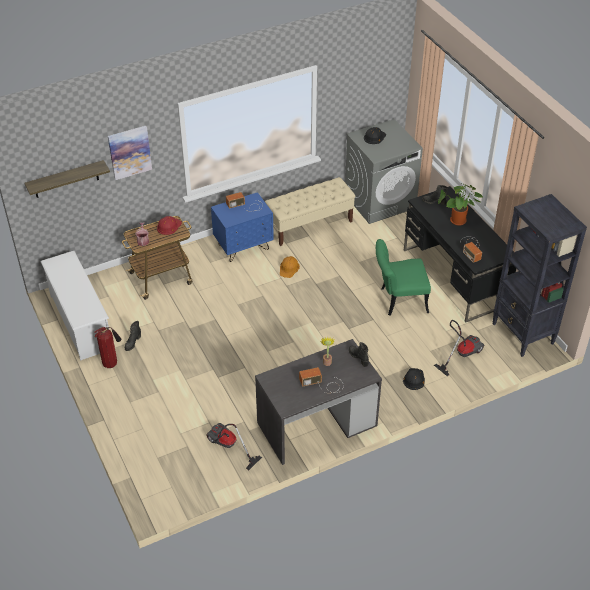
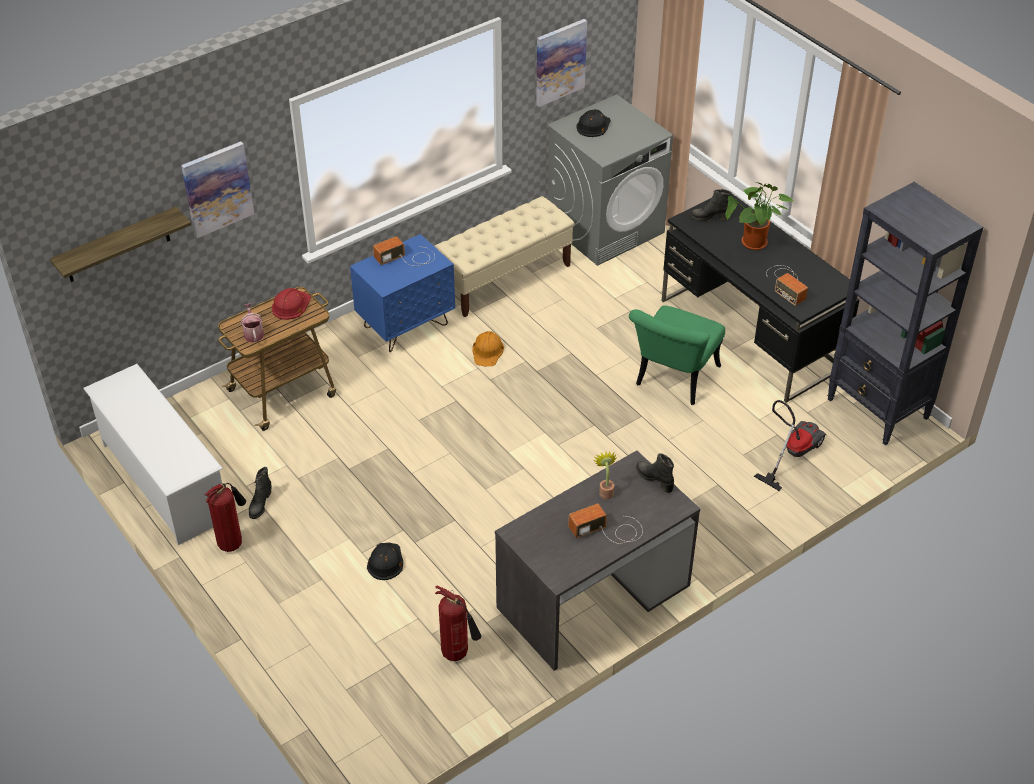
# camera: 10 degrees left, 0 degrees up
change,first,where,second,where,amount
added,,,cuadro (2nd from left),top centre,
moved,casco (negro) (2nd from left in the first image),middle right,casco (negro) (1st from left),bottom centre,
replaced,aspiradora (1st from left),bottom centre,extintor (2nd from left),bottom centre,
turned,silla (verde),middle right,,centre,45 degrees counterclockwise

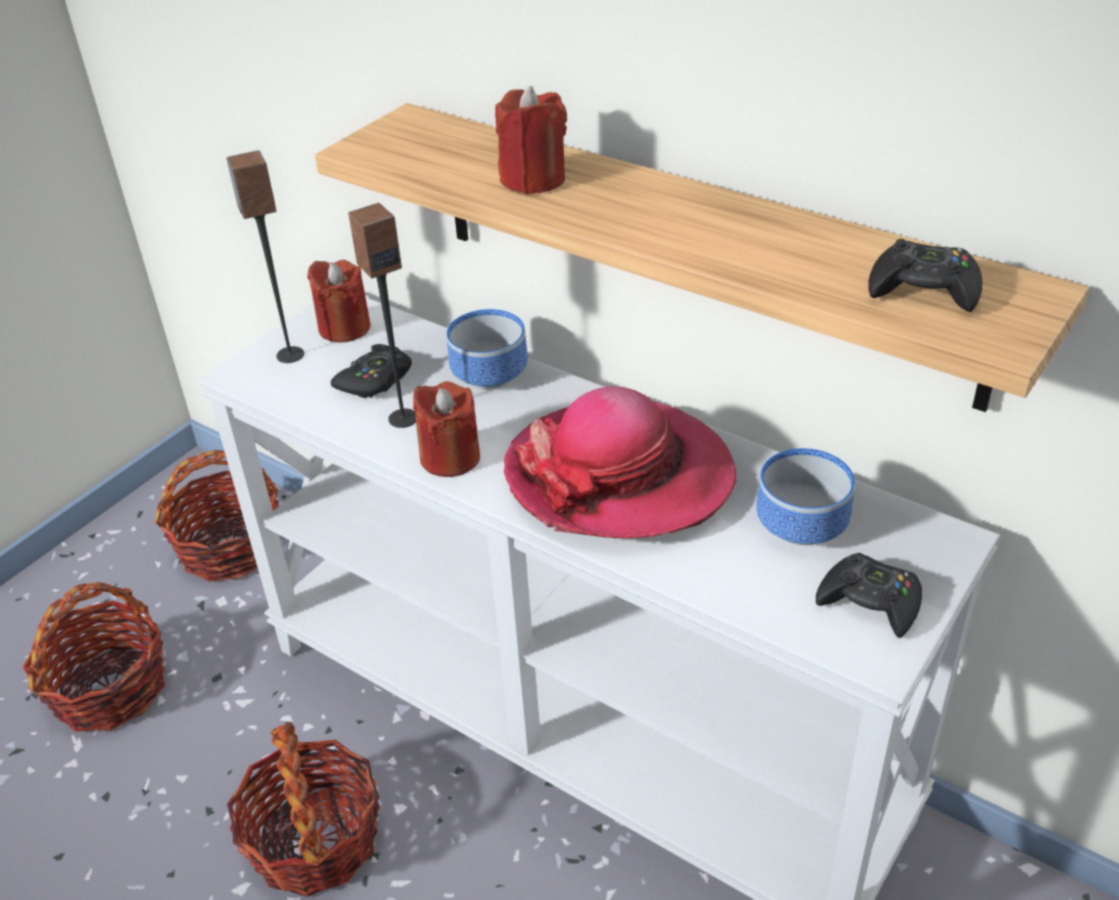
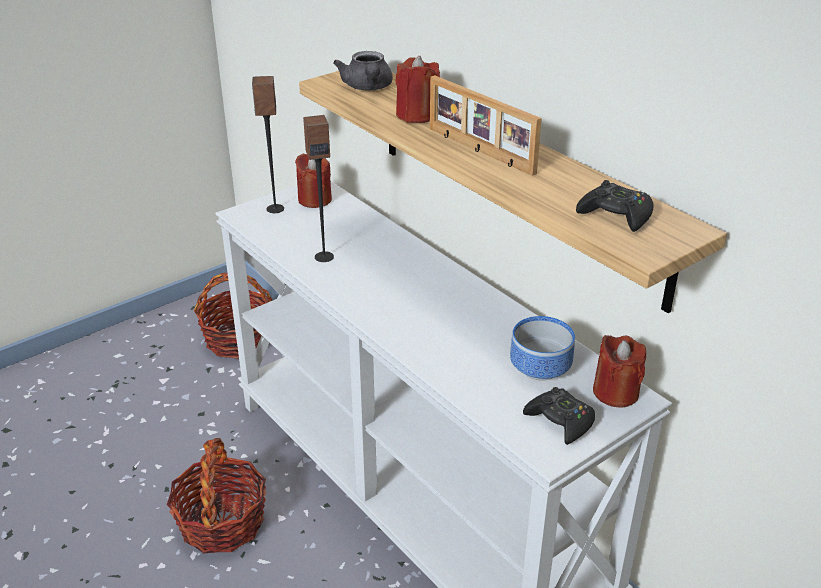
# camera: 15 degrees right, 5 degrees down
change,first,where,second,where,amount
removed,cesta (1st from left),bottom left,,,
removed,mando de consola (negro) (1st from left),middle left,,,
removed,cuenco (1st from left),centre,,,
removed,sombrero,centre,,,
added,,,tetera (gris),top centre,
added,,,portarretratos,top centre,
moved,vela (rojo) (2nd from left in the first image),centre,vela (rojo) (3rd from left),middle right,

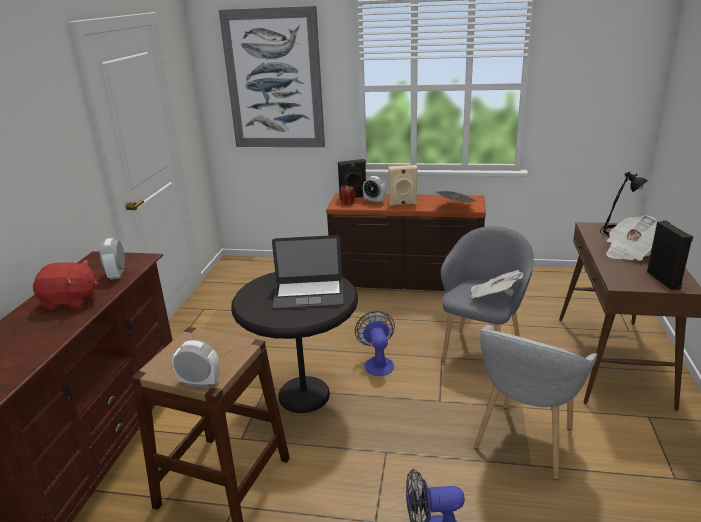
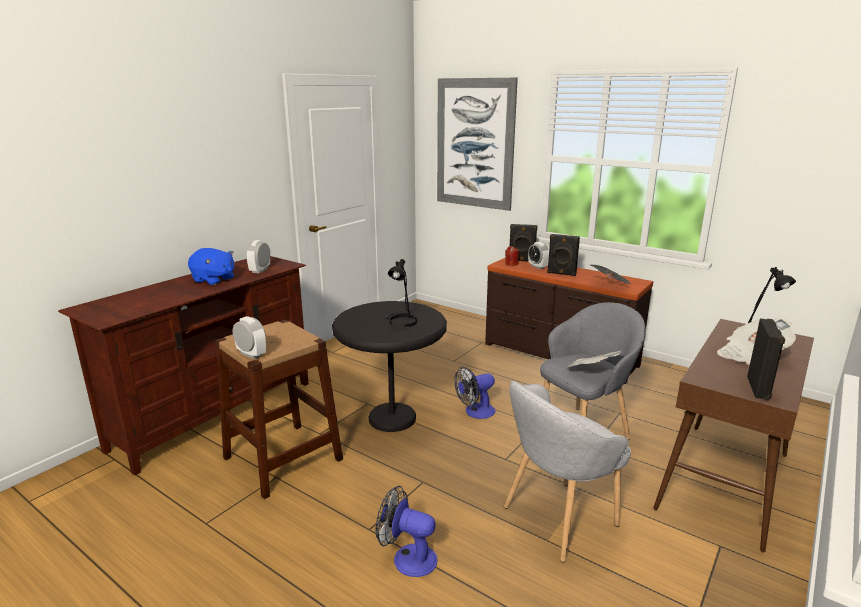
# camera: 25 degrees right, 5 degrees down
change,first,where,second,where,amount
replaced,portátil,centre,lámpara de mesa (negro) (1st from left),centre,
recoloured,peluche (rojo),middle left,peluche (azul),middle left,
recoloured,altavoz (beis),centre,altavoz (negro) (2nd from left),centre,
turned,ventilador (1st from left in the first image),centre,ventilador (2nd from left),centre,135 degrees counterclockwise

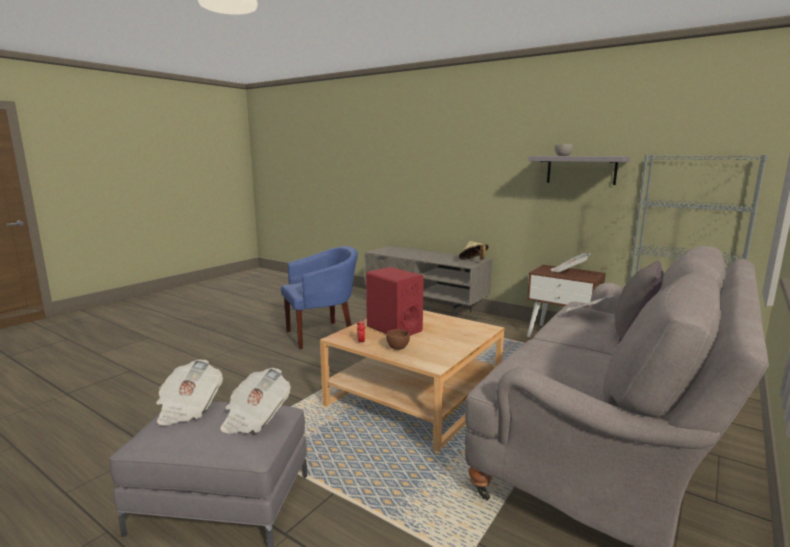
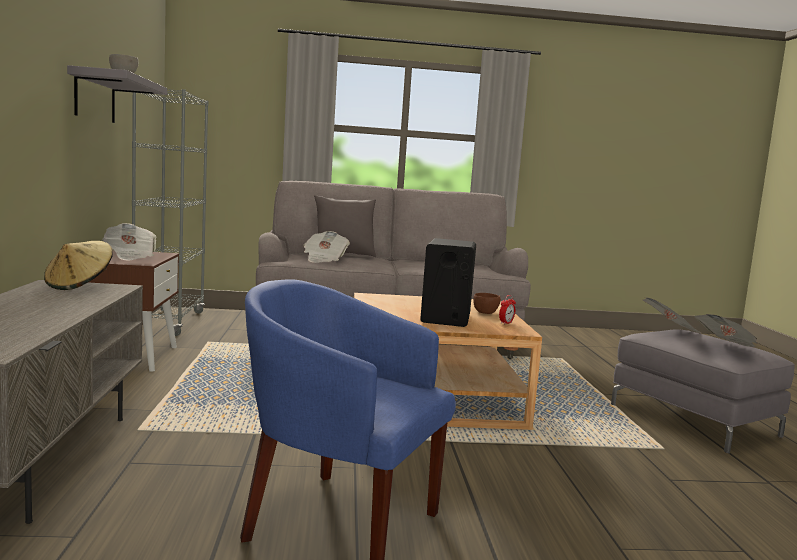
# camera: 130 degrees left, 5 degrees down
change,first,where,second,where,amount
recoloured,altavoz (rojo),centre,altavoz (negro),centre,

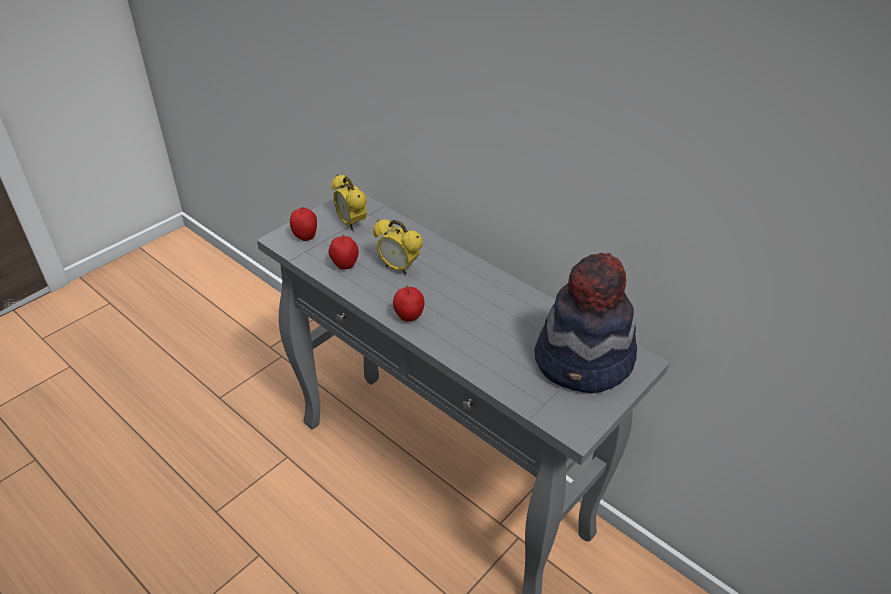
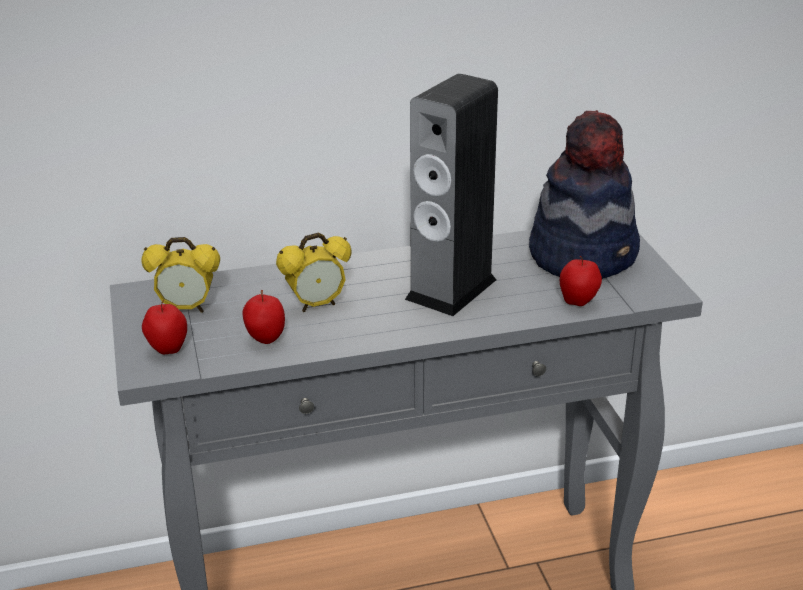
# camera: 55 degrees left, 10 degrees down
change,first,where,second,where,amount
added,,,altavoz,top centre,
moved,manzana (3rd from left),centre,,middle right,

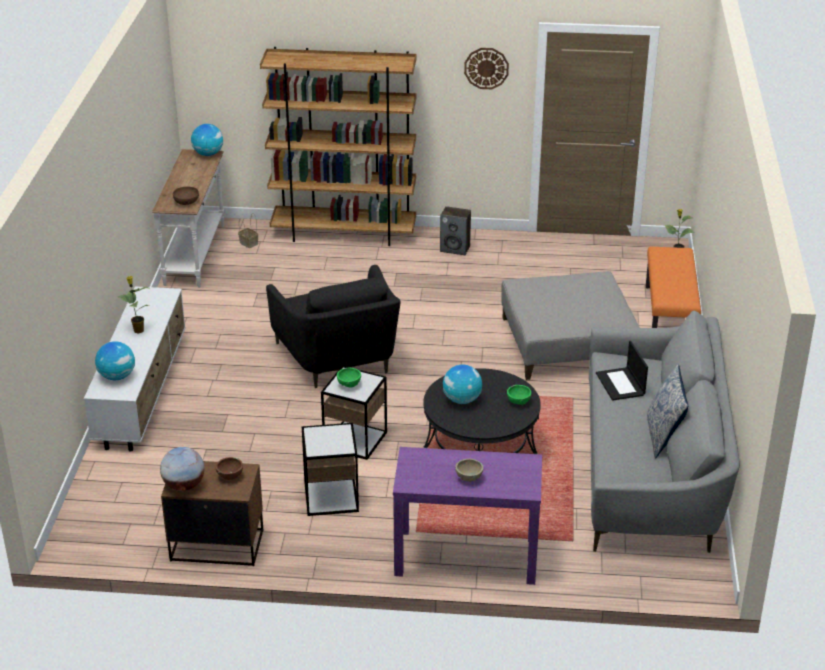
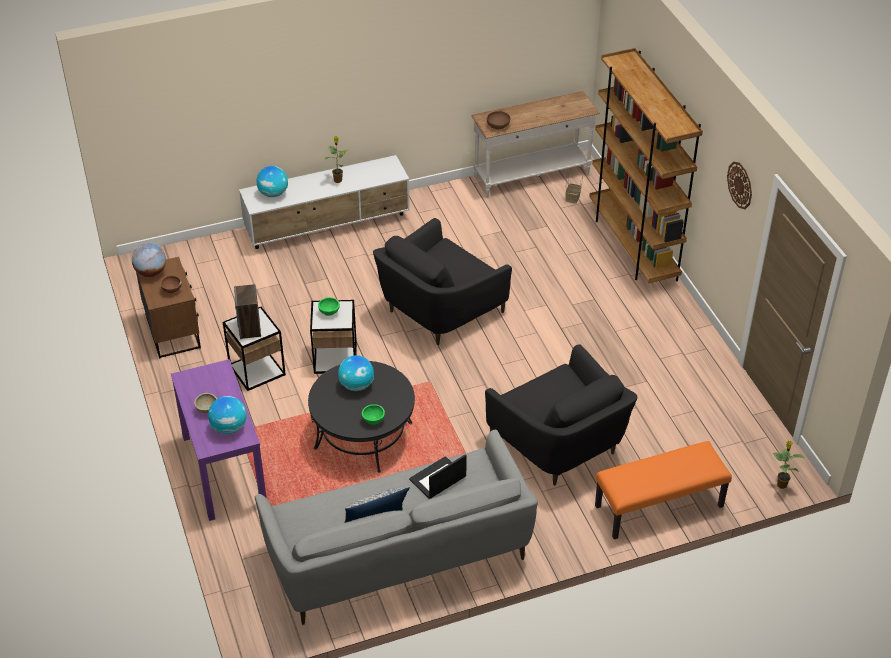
# camera: 65 degrees right, 10 degrees up
change,first,where,second,where,amount
moved,globo terráqueo (3rd from left in the first image),top left,globo terráqueo (2nd from left),middle left,
moved,altavoz,centre,,middle left,
replaced,puf (gris),middle right,sillón (negro) (2nd from left),centre,

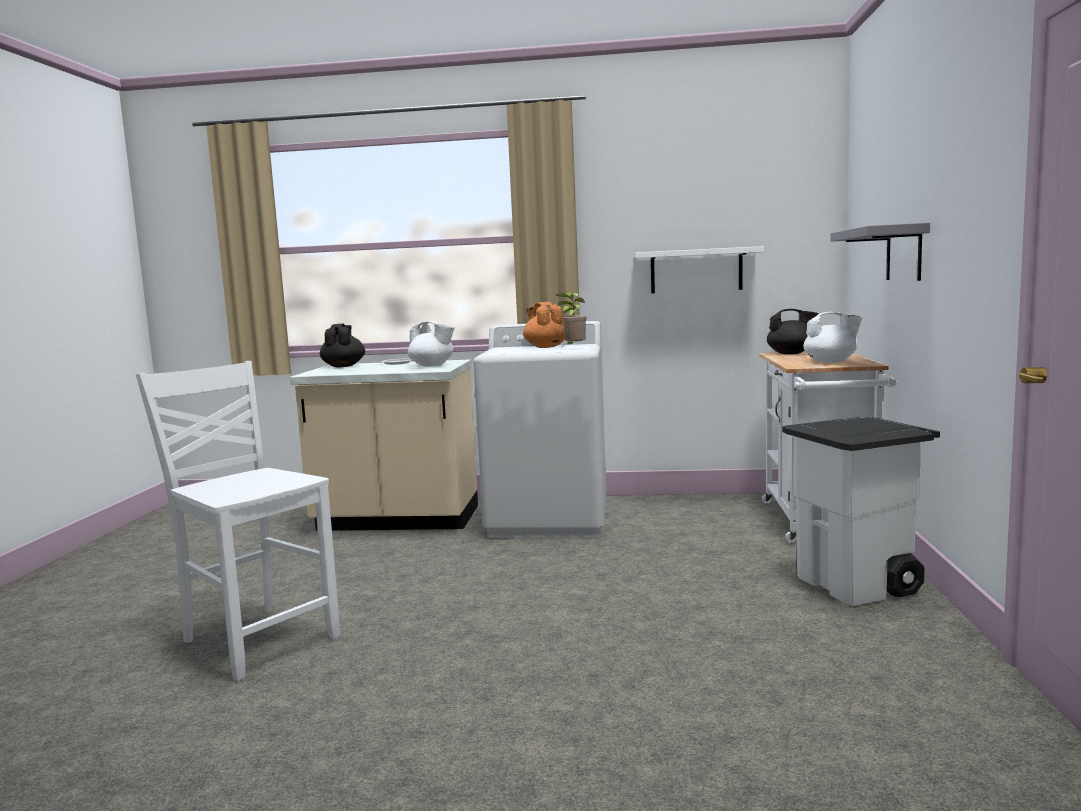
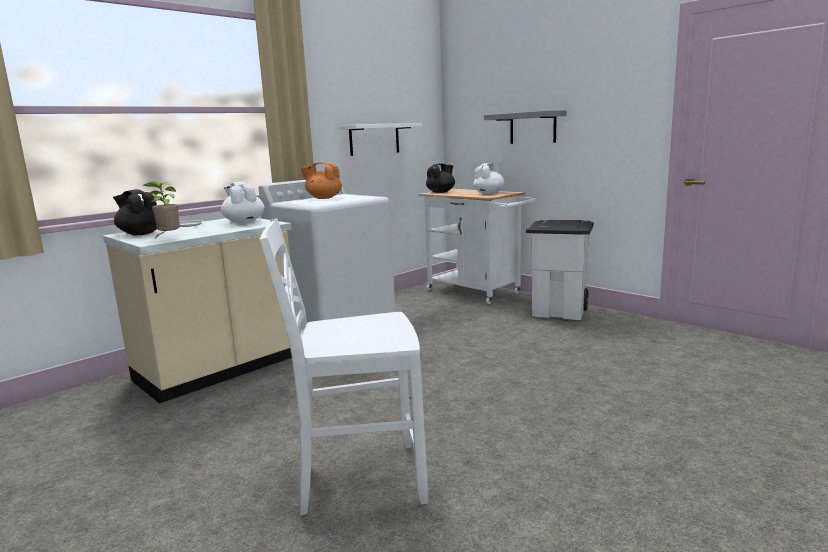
# camera: 50 degrees left, 5 degrees up
change,first,where,second,where,amount
moved,planta en maceta,centre,,middle left,
turned,tetera (blanco) (1st from left),centre,,middle left,105 degrees counterclockwise

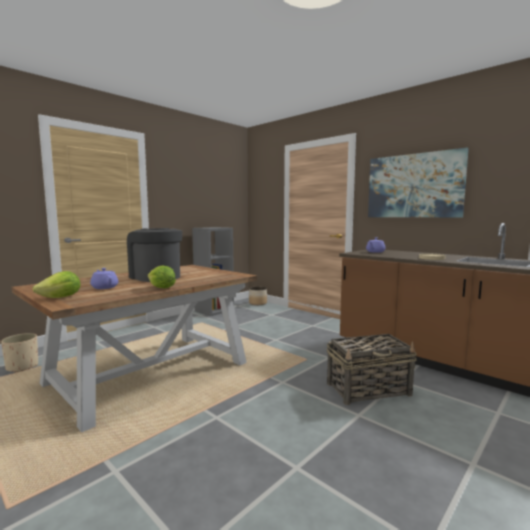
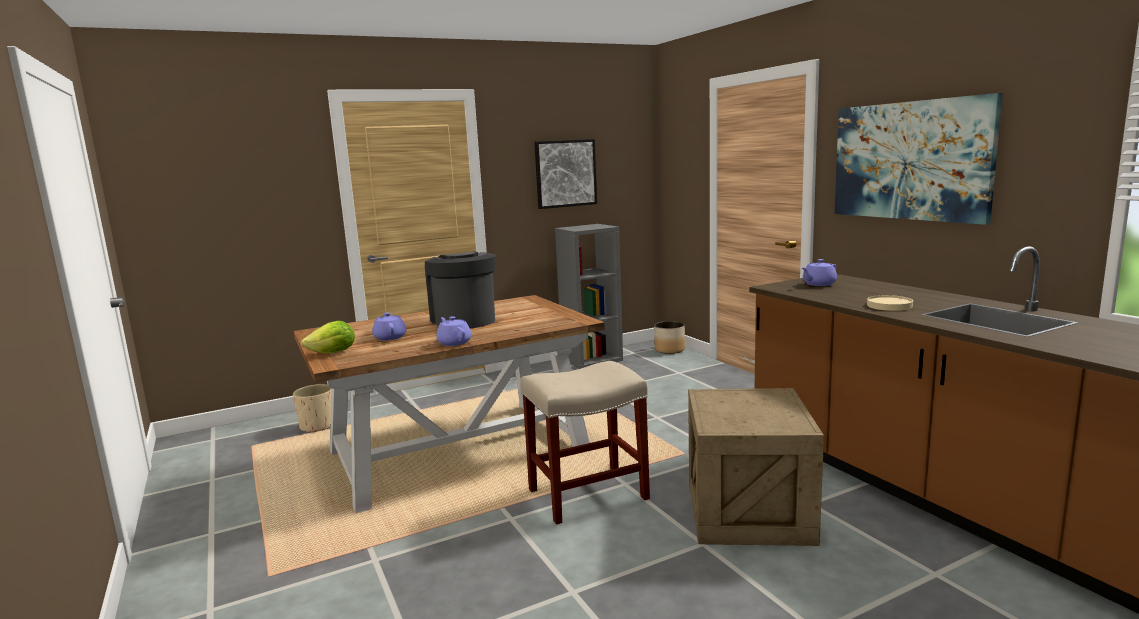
# camera: 20 degrees right, 5 degrees up
change,first,where,second,where,amount
added,,,taburete (beis),bottom centre,
added,,,cuadro (1st from left),top centre,
replaced,lechuga (2nd from left),middle left,tetera (morado) (2nd from left),centre,
replaced,cesta,bottom right,caja de embalaje,bottom centre,

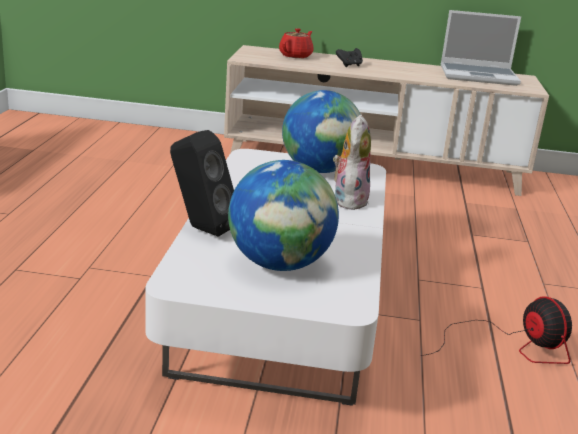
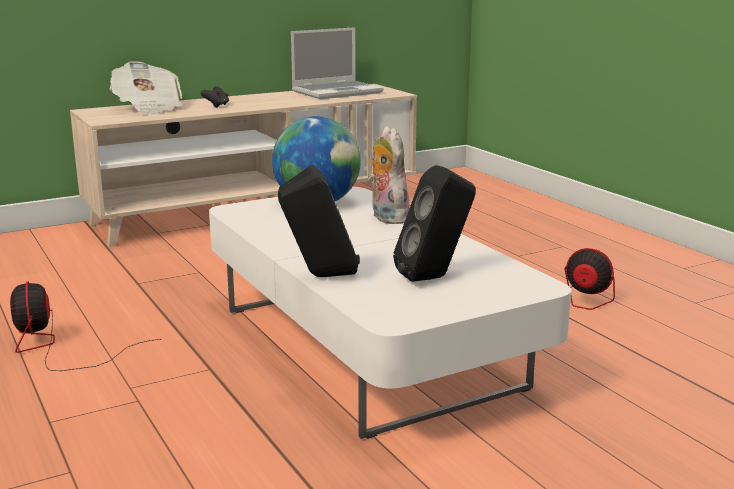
# camera: 35 degrees left, 5 degrees down
change,first,where,second,where,amount
added,,,ventilador (1st from left),bottom left,
replaced,globo terráqueo (1st from left),centre,altavoz (negro) (2nd from left),centre,
replaced,tetera (rojo),top centre,periódico,top left,

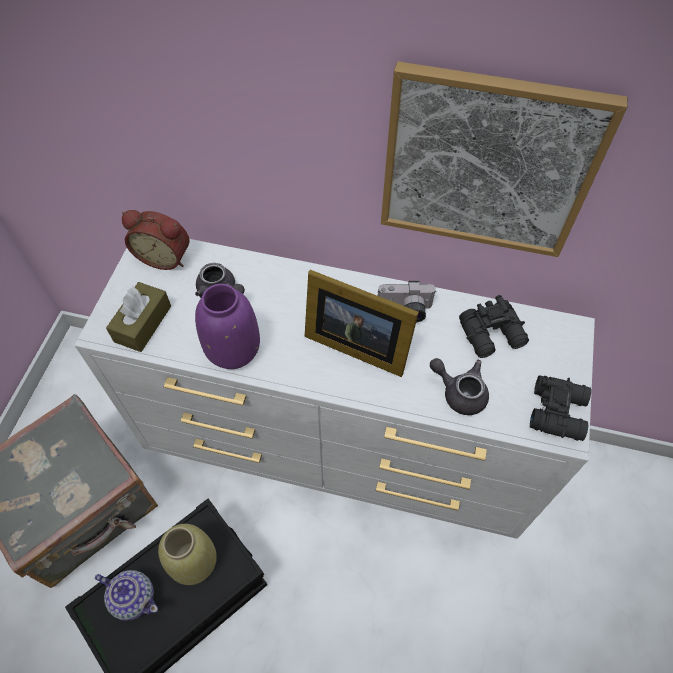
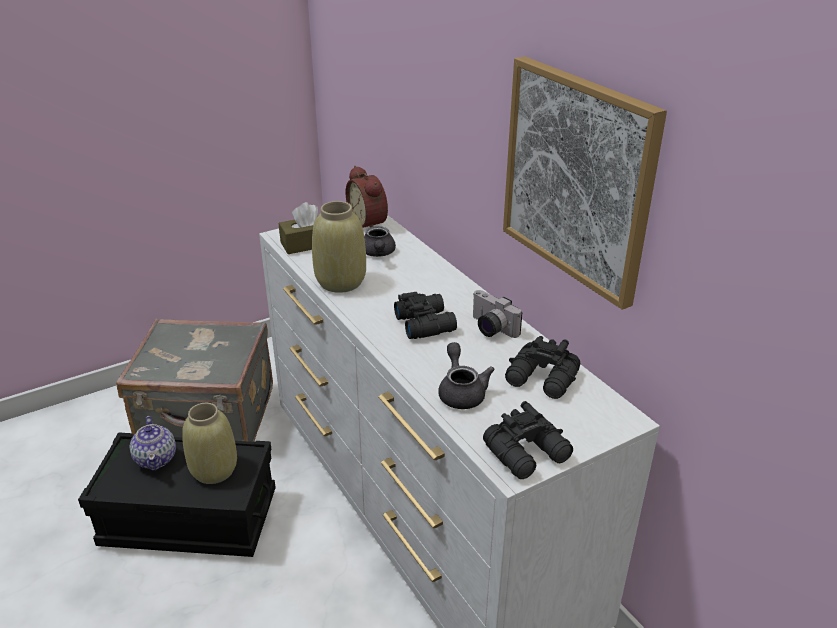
# camera: 45 degrees right, 25 degrees down
change,first,where,second,where,amount
replaced,portarretratos,centre,prismáticos (negro) (1st from left),centre,
recoloured,florero (morado),centre,florero (beis) (2nd from left),centre,

